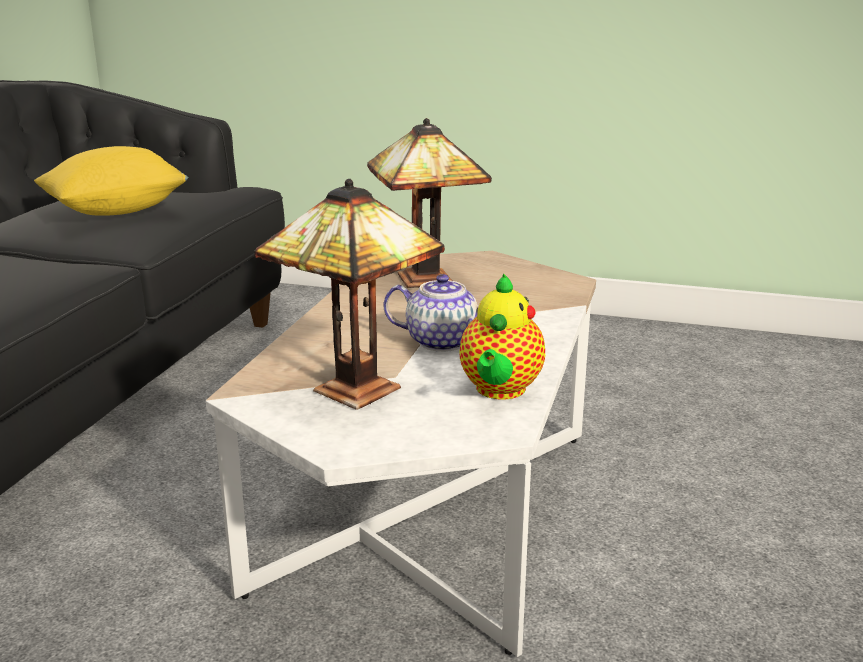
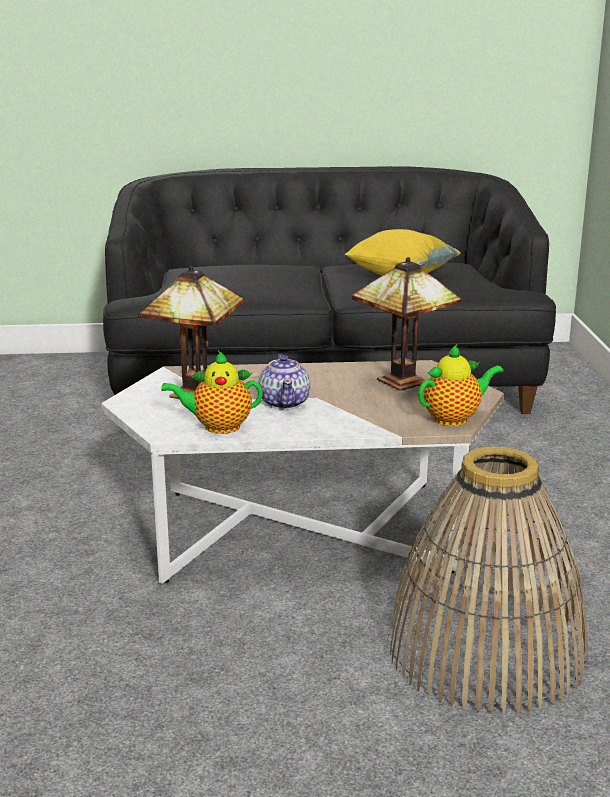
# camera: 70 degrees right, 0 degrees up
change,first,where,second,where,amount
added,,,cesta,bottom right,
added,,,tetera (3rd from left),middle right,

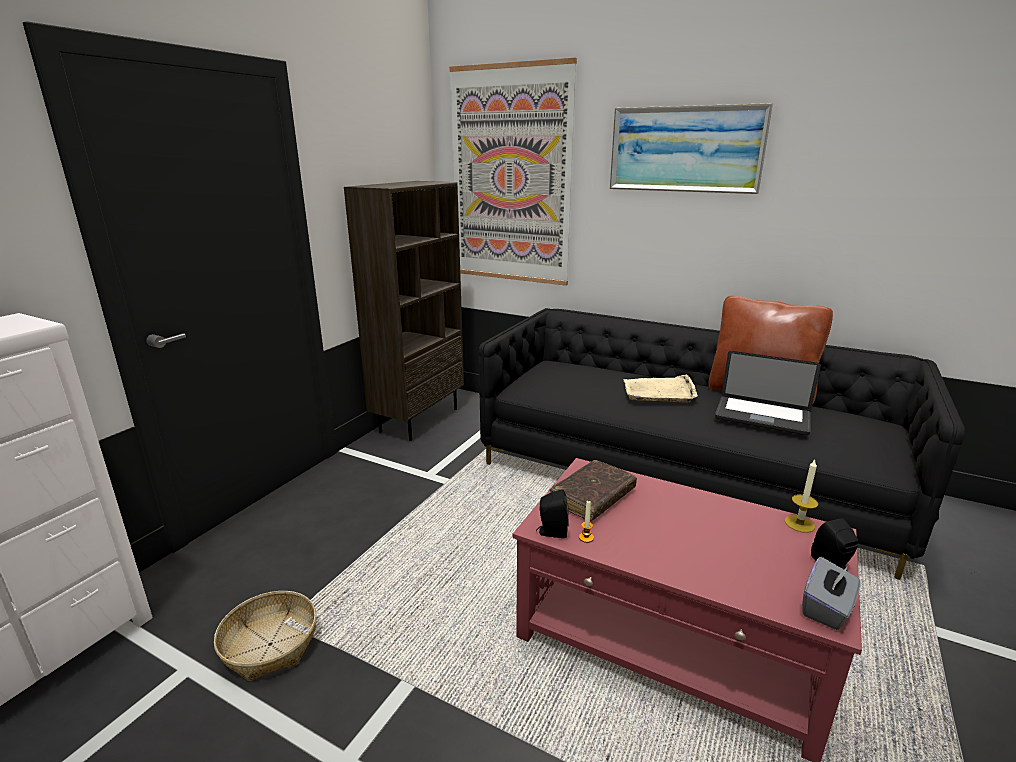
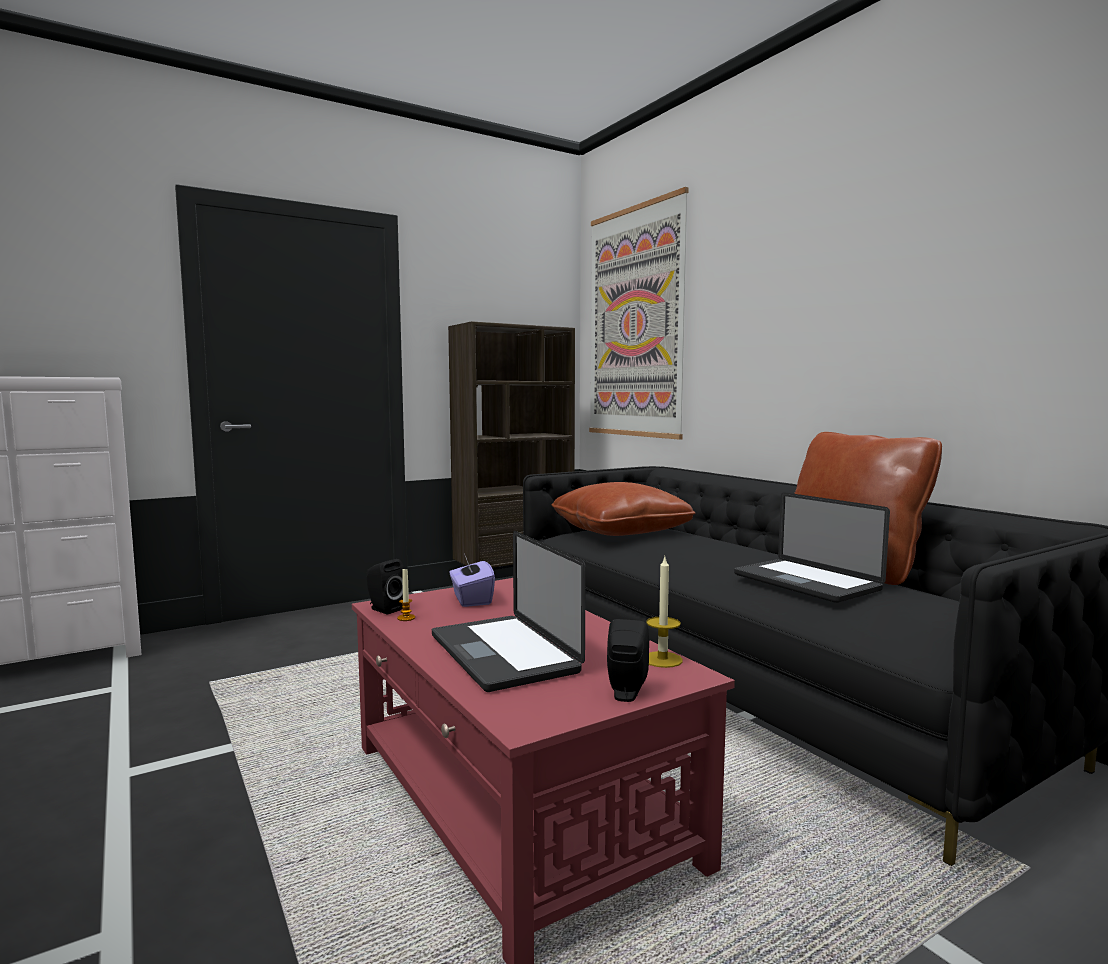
# camera: 30 degrees right, 15 degrees down
change,first,where,second,where,amount
removed,cesta,bottom left,,,
removed,cuadro (2nd from left),top right,,,
removed,bandeja (beis),centre,,,
removed,caja de pañuelos (gris),bottom right,,,
added,,,portátil (1st from left),centre,
added,,,cojín (marrón) (1st from left),centre,
replaced,libro (marrón),centre,caja de pañuelos (morado),centre,

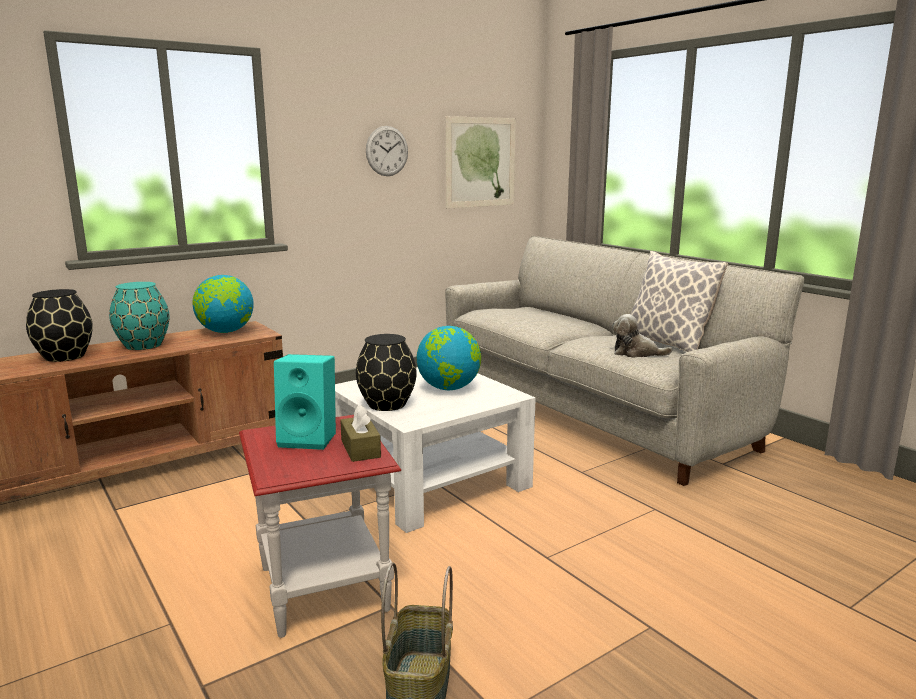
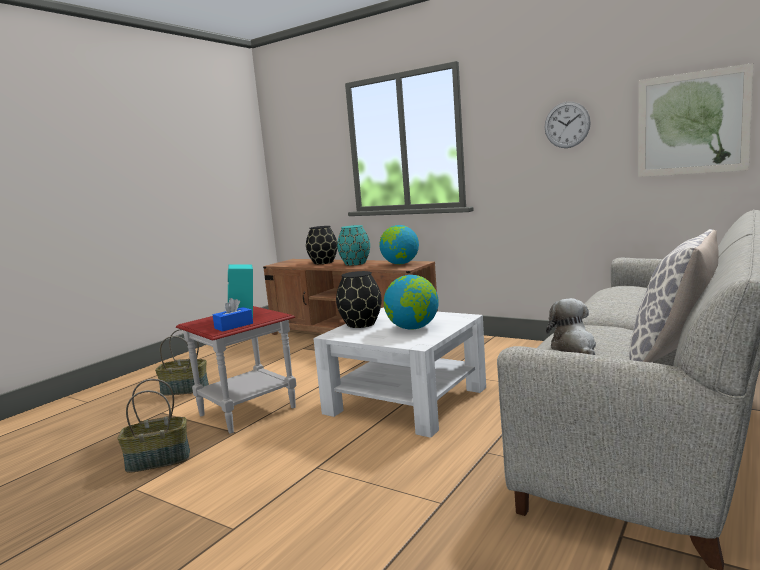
# camera: 70 degrees right, 5 degrees down
change,first,where,second,where,amount
added,,,cesta (2nd from left),middle left,
recoloured,caja de pañuelos (marrón),centre,caja de pañuelos (azul),middle left,

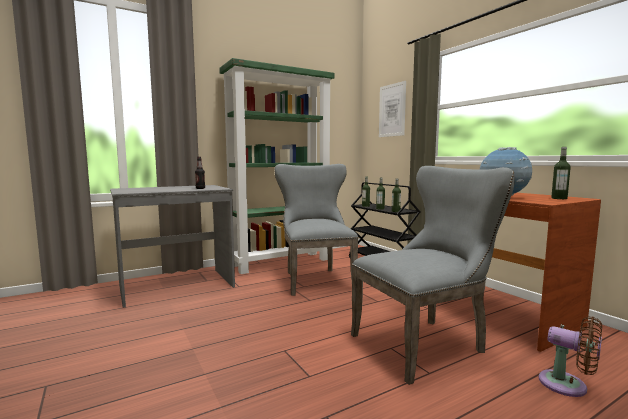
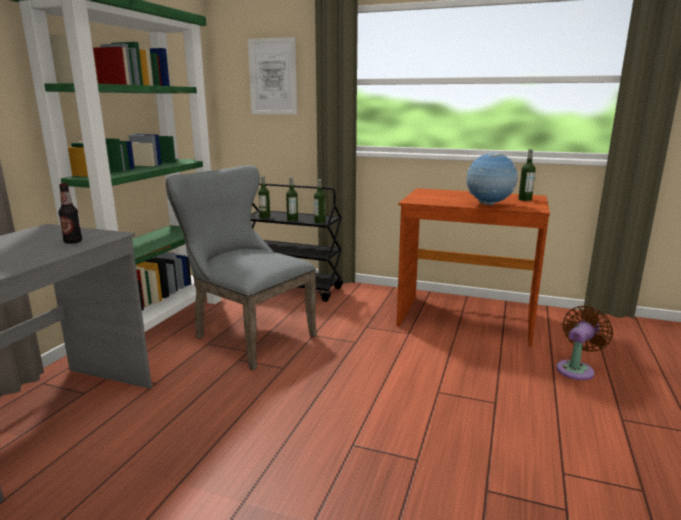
# camera: 40 degrees left, 10 degrees up
change,first,where,second,where,amount
removed,silla (gris) (2nd from left),middle right,,,
turned,ventilador (marrón),bottom right,,middle right,45 degrees counterclockwise

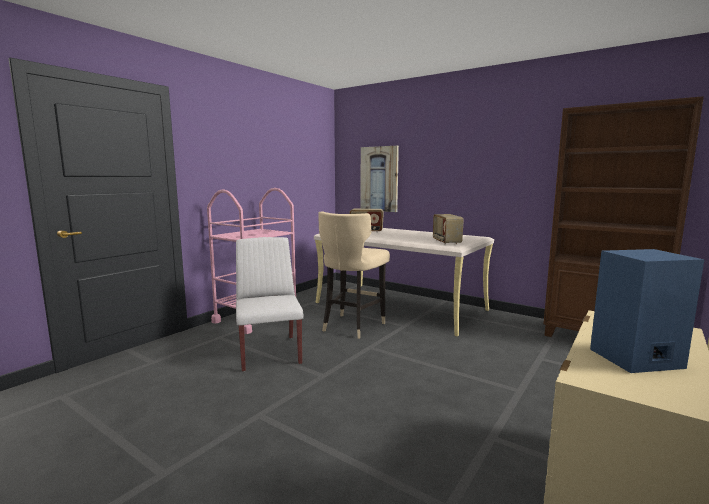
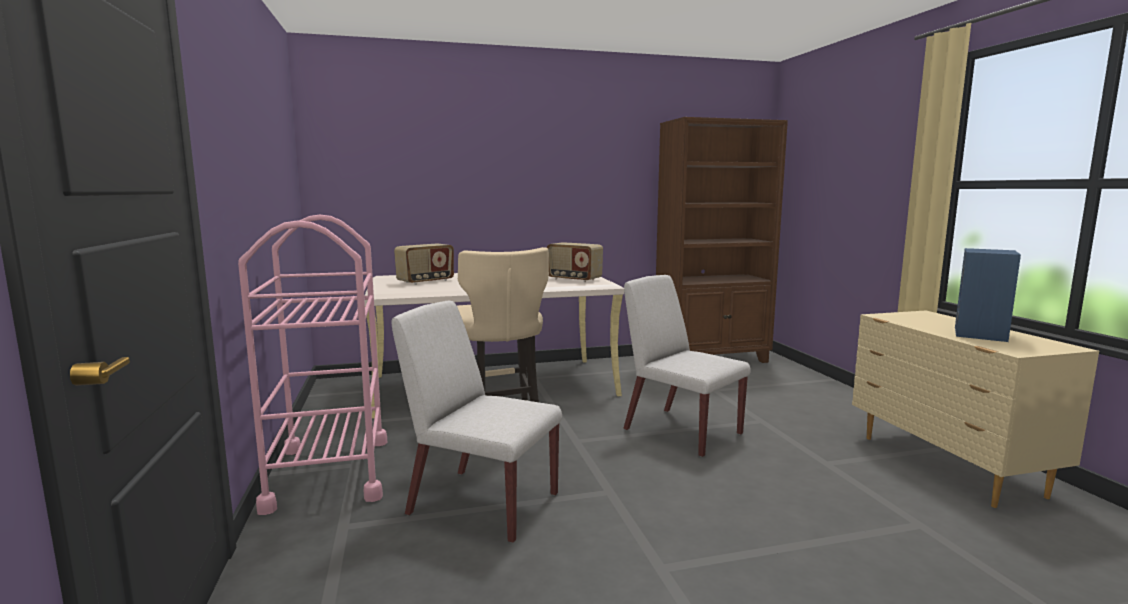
# camera: 50 degrees left, 0 degrees up
change,first,where,second,where,amount
removed,cuadro,centre,,,
added,,,silla (blanco) (2nd from left),centre,

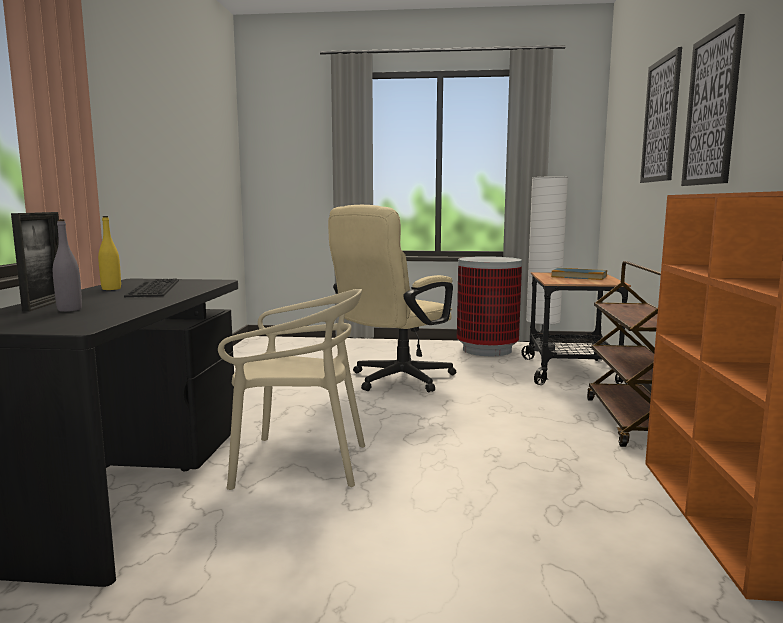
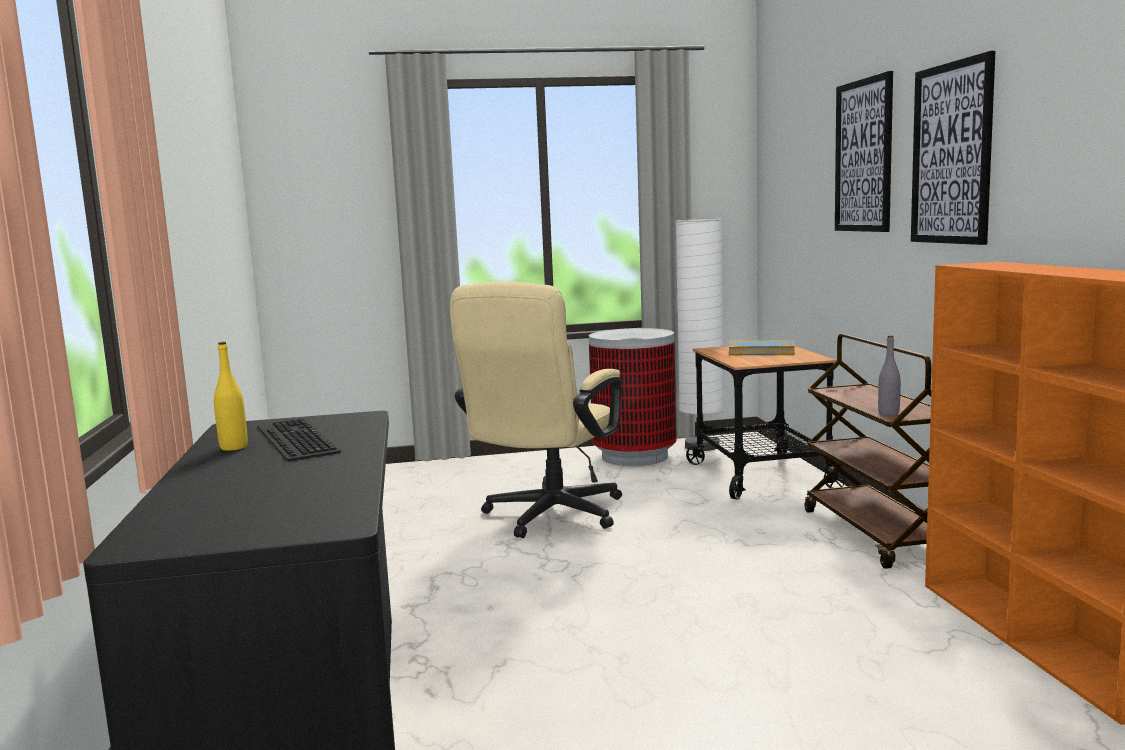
# camera: 15 degrees left, 0 degrees up
change,first,where,second,where,amount
removed,portarretratos,middle left,,,
removed,silla (beis),centre,,,
moved,botella (gris),middle left,,middle right,

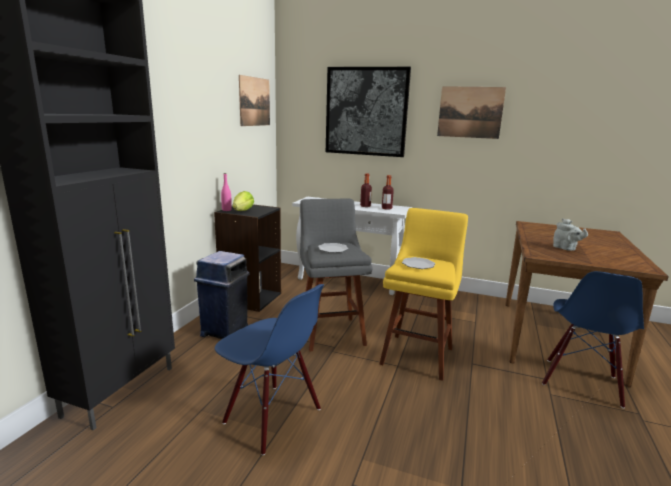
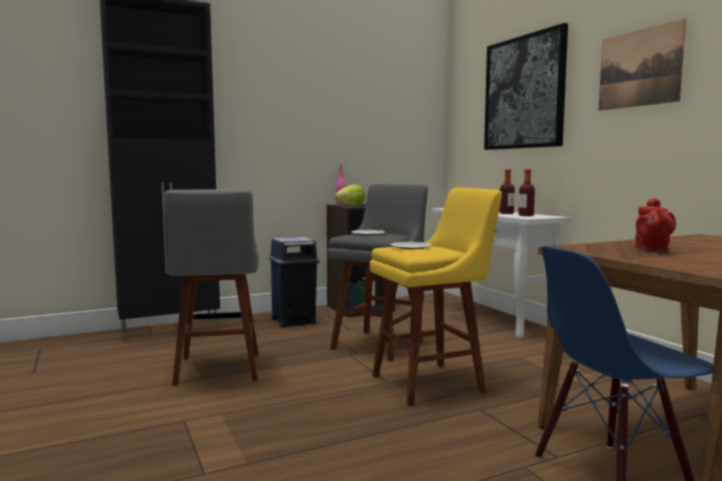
# camera: 45 degrees right, 10 degrees down
change,first,where,second,where,amount
removed,cuadro (1st from left),top centre,,,
replaced,silla (azul) (1st from left),bottom centre,taburete (gris) (1st from left),middle left,
recoloured,tetera (gris),middle right,tetera (rojo),middle right,

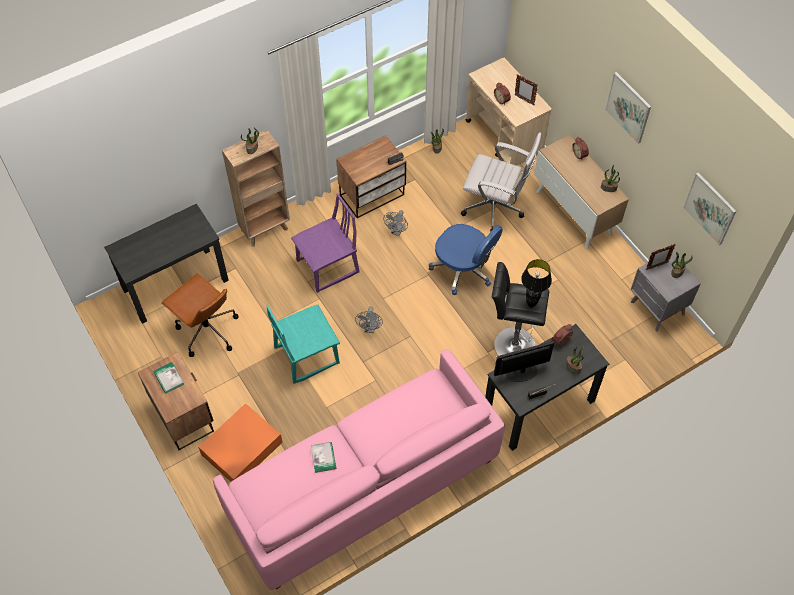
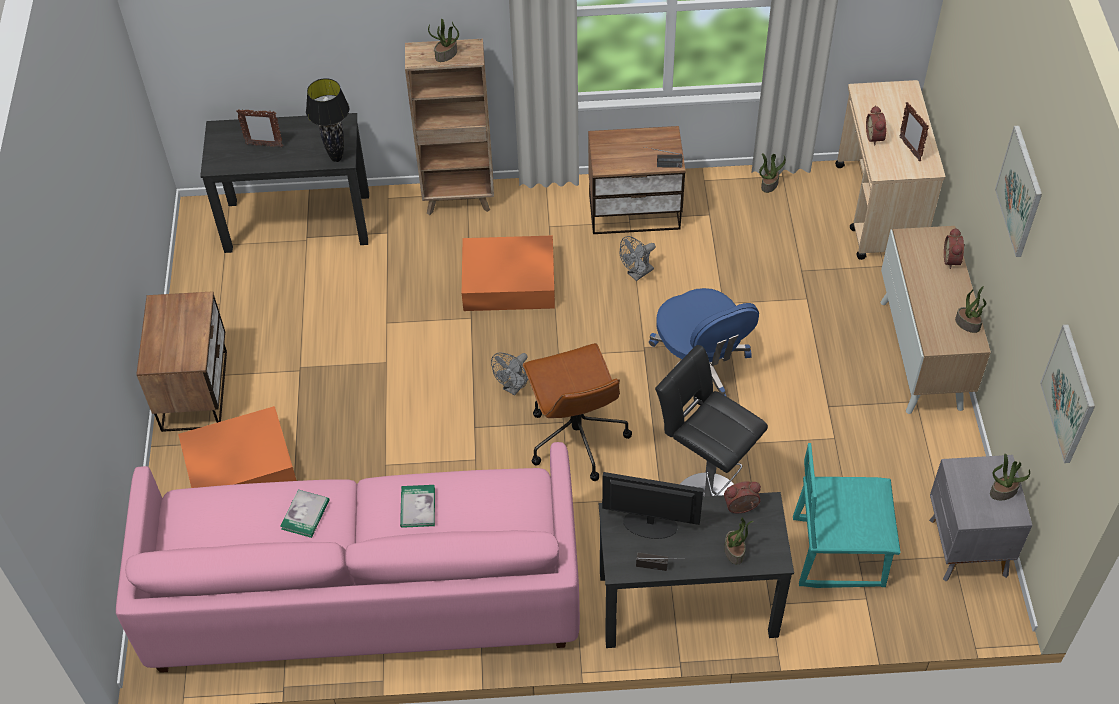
# camera: 30 degrees right, 5 degrees down
change,first,where,second,where,amount
removed,silla de oficina (blanco),top centre,,,
moved,libro (1st from left in the first image),middle left,libro (2nd from left),bottom centre,
moved,silla de oficina (marrón),middle left,,centre,
moved,silla (turquesa),centre,,bottom right,
moved,lámpara de mesa (negro),middle right,,top left,
moved,portarretratos (2nd from left in the first image),middle right,portarretratos (1st from left),top left,
replaced,silla (morado),centre,caja de almacenaje (naranja) (2nd from left),centre,

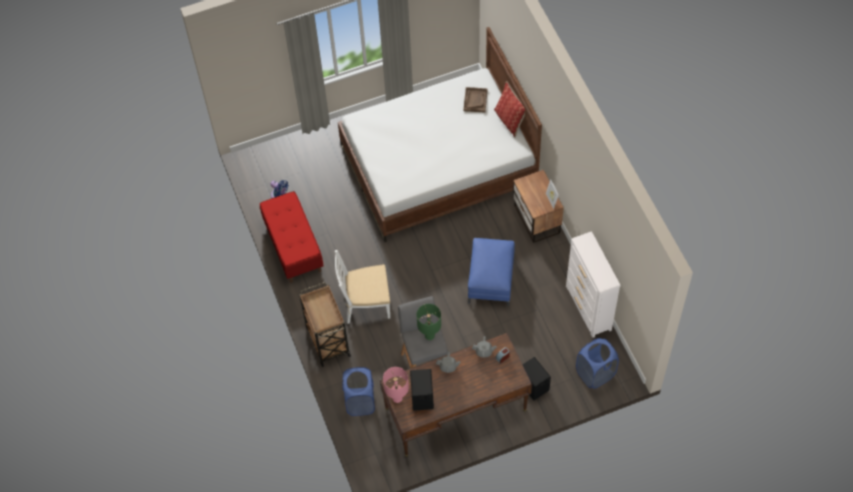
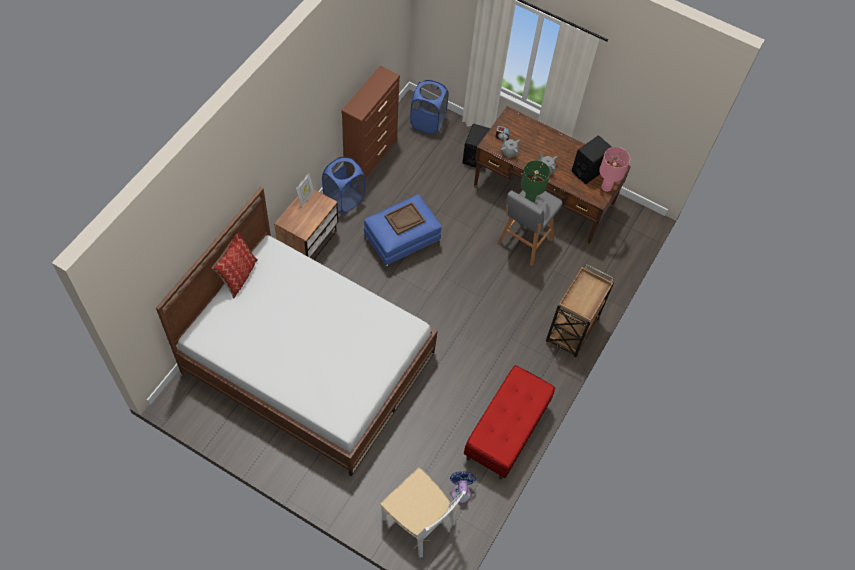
# camera: 135 degrees left, 0 degrees up
change,first,where,second,where,amount
moved,silla (blanco),centre,,bottom centre,
moved,cesto de la ropa (azul) (1st from left),bottom centre,,top centre,
moved,bandeja (marrón),top centre,,centre,
recoloured,cómoda (blanco),middle right,cómoda (marrón),top centre,

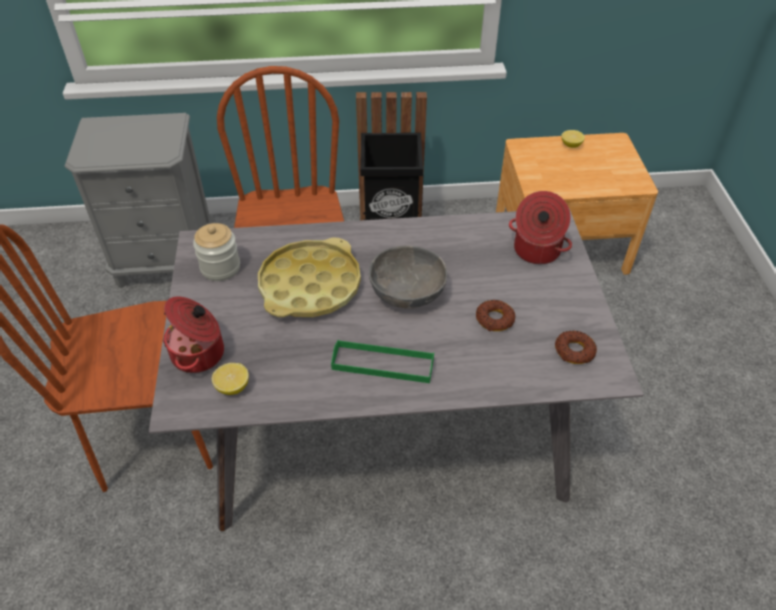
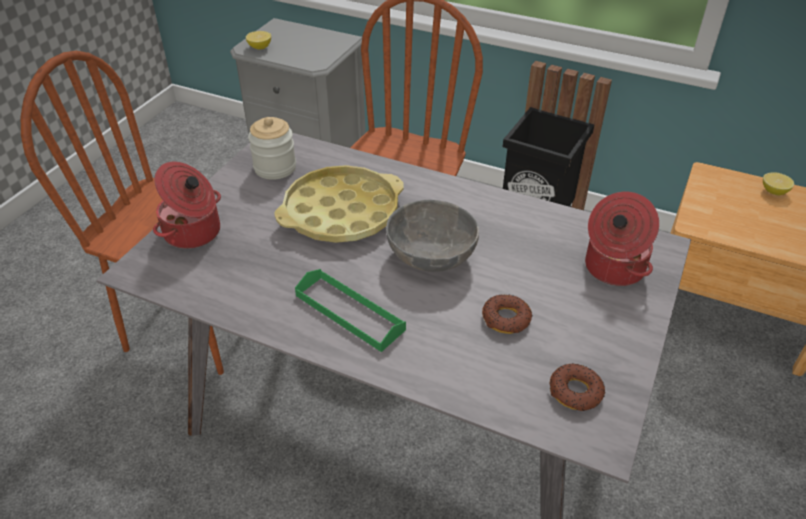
# camera: 30 degrees right, 5 degrees down
change,first,where,second,where,amount
moved,limón (1st from left),middle left,,top left,

